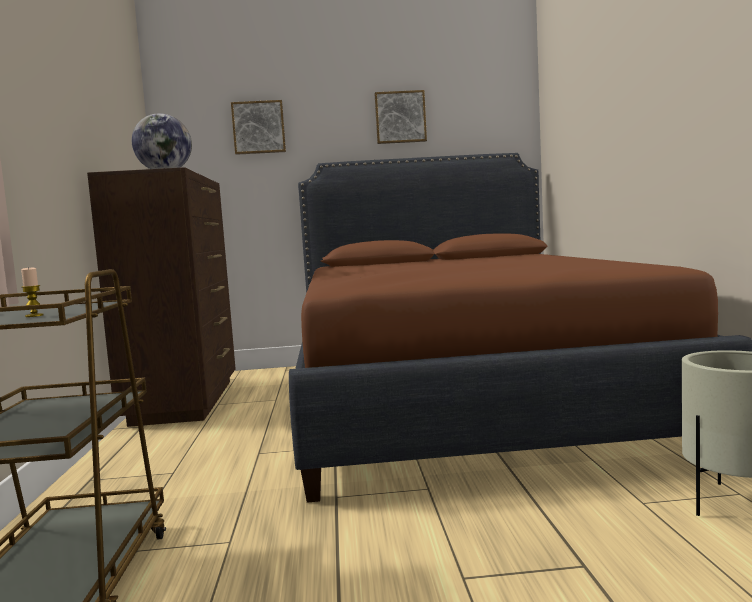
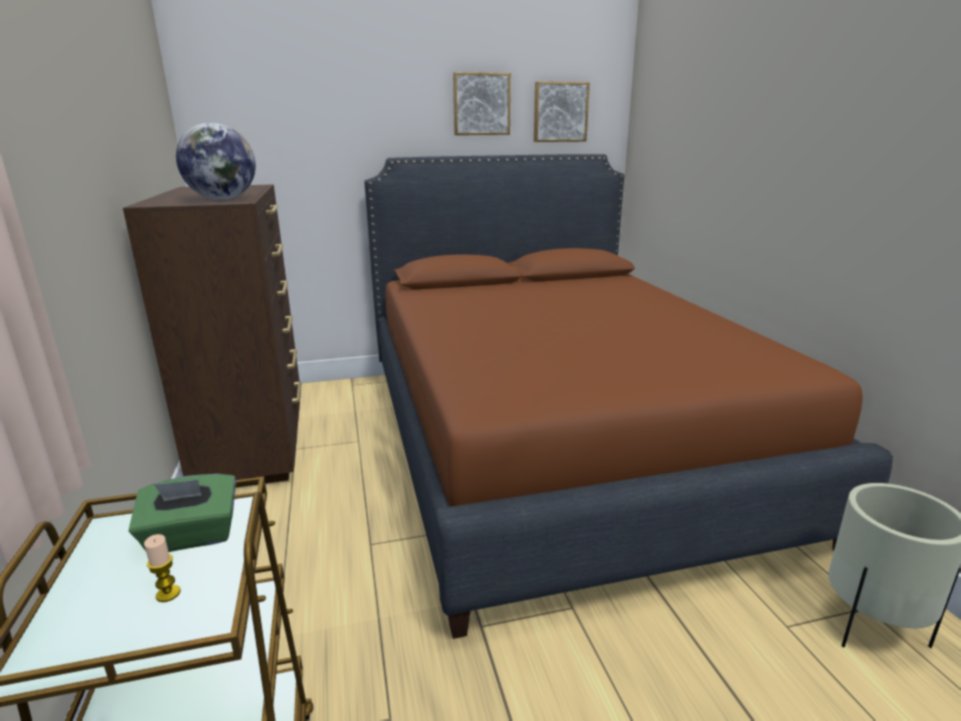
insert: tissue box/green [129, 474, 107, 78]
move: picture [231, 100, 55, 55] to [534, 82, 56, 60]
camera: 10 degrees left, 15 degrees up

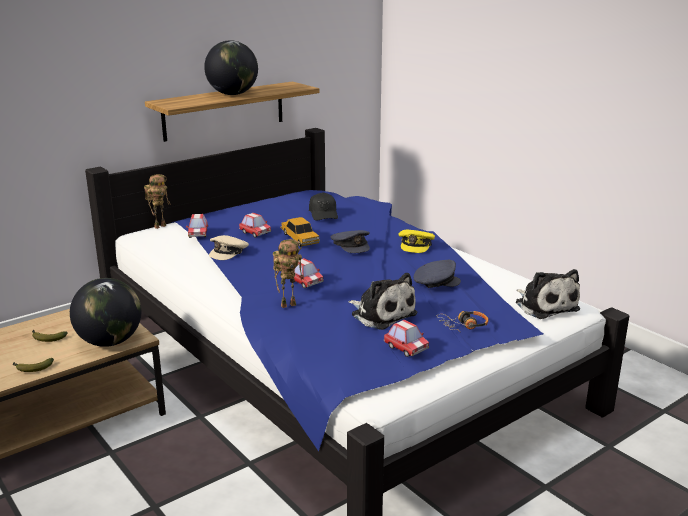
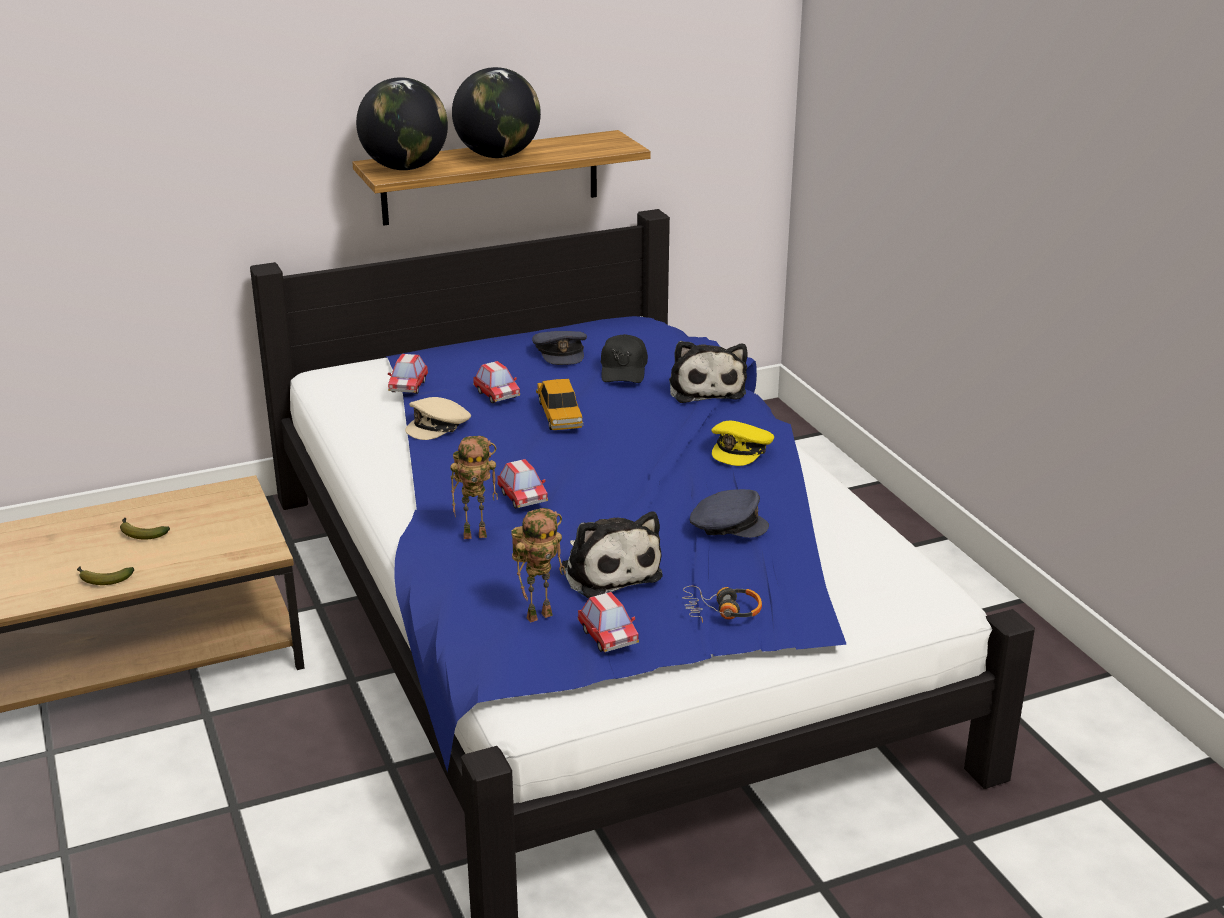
move: globe [70, 278, 71, 69] to [356, 77, 92, 93]; toy robot [144, 174, 26, 55] to [511, 508, 55, 115]; cap/grey [331, 230, 39, 23] to [532, 331, 55, 34]; plush toy [516, 269, 64, 50] to [669, 341, 79, 62]
camera: 15 degrees right, 5 degrees up

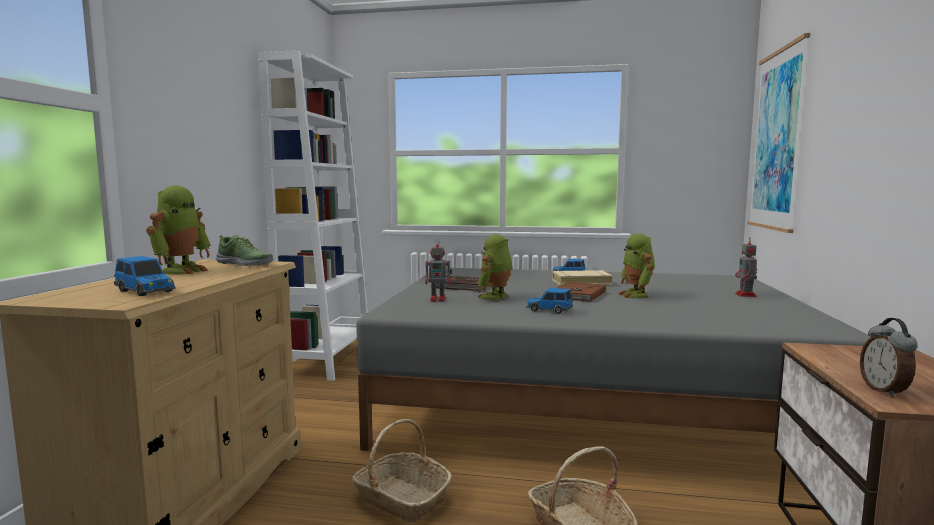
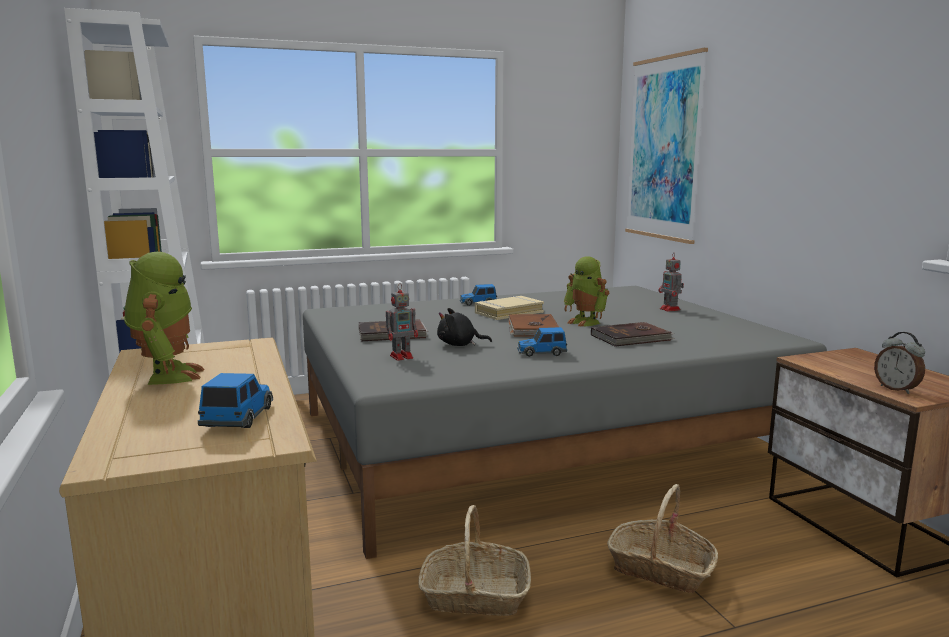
delete: shoe [216, 235, 57, 31]
insert: book/brown [591, 322, 84, 25]
replace: toy robot [477, 234, 36, 67] to plush toy/black [437, 308, 55, 38]
rotate: toy car [114, 256, 62, 40] = [198, 373, 75, 55] 90 degrees counterclockwise
camera: 30 degrees left, 5 degrees up

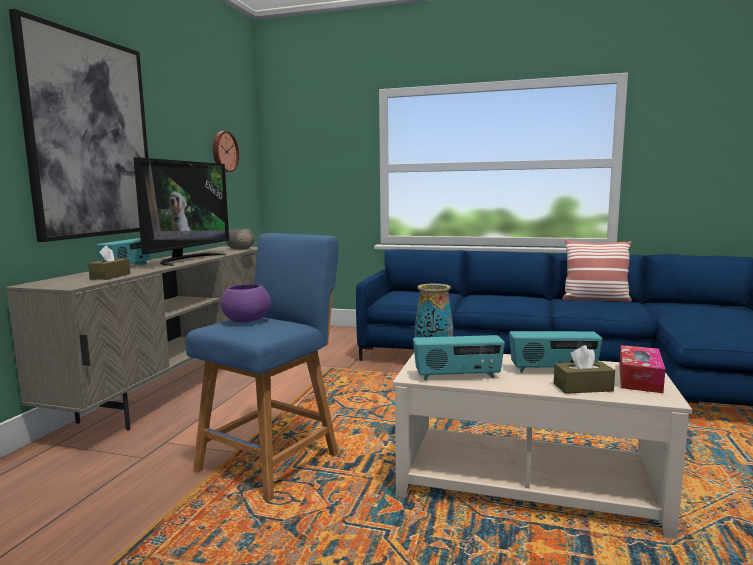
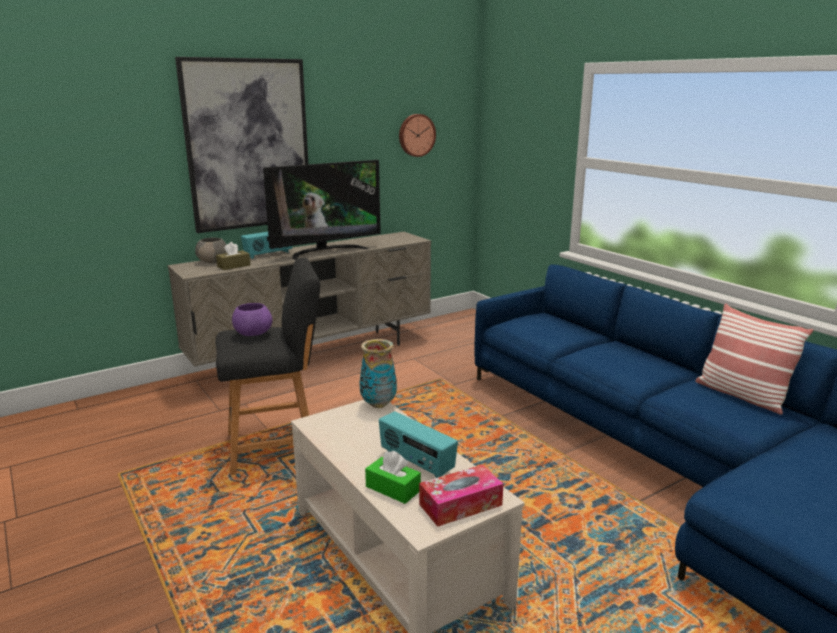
delete: radio [413, 335, 92, 45]
move: bowl/grey [226, 229, 28, 21] to [195, 238, 32, 25]
recolor: stool/blue [186, 233, 153, 269] to stool/black [216, 258, 104, 217]; tissue box/brown [554, 345, 61, 49] to tissue box/green [365, 451, 56, 53]
camera: 40 degrees right, 10 degrees up

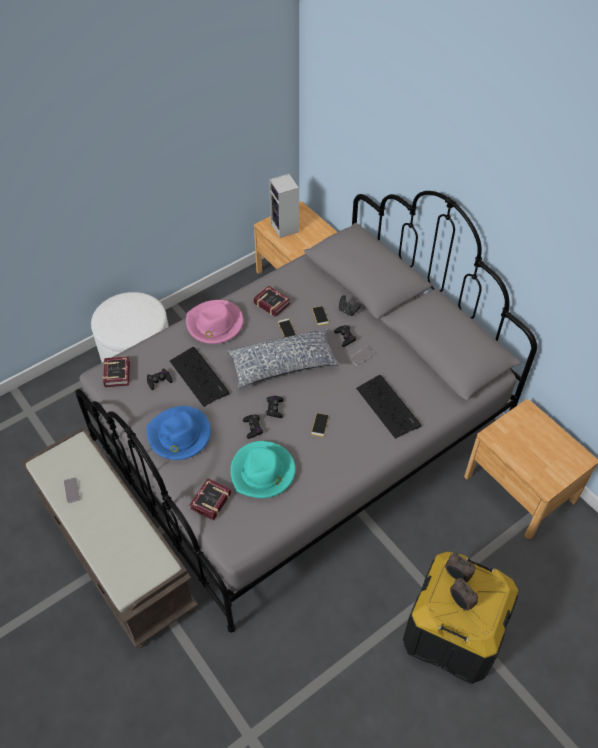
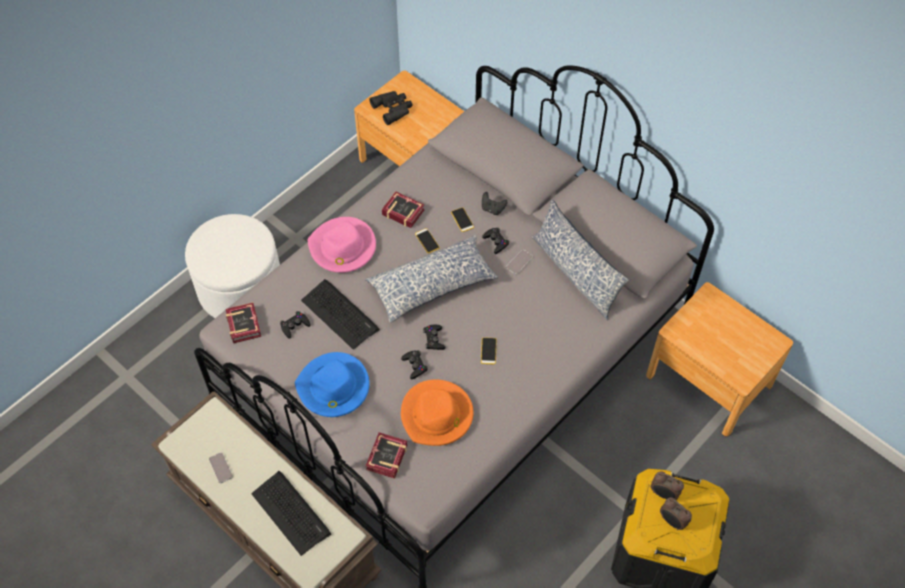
insert: pillow [532, 199, 97, 121]
move: keyboard [356, 375, 66, 64] to [251, 471, 80, 85]
replace: speaker [269, 174, 30, 64] to binoculars/black [370, 91, 43, 34]
recolor: hat/turquoise [230, 441, 66, 57] to hat/orange [401, 380, 73, 66]
camera: 10 degrees left, 5 degrees up

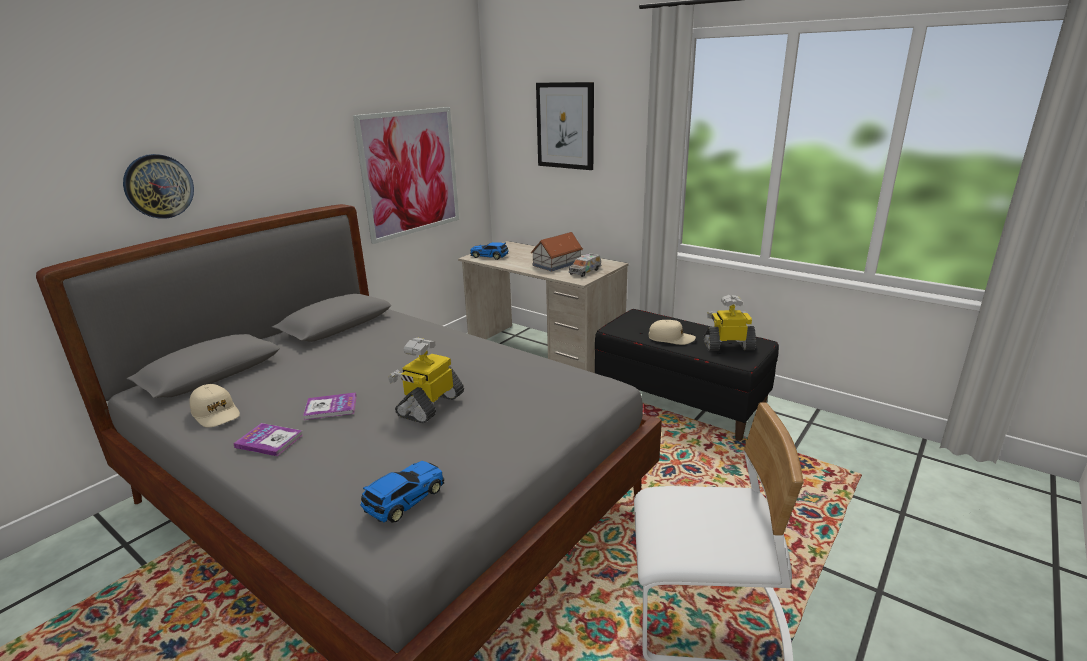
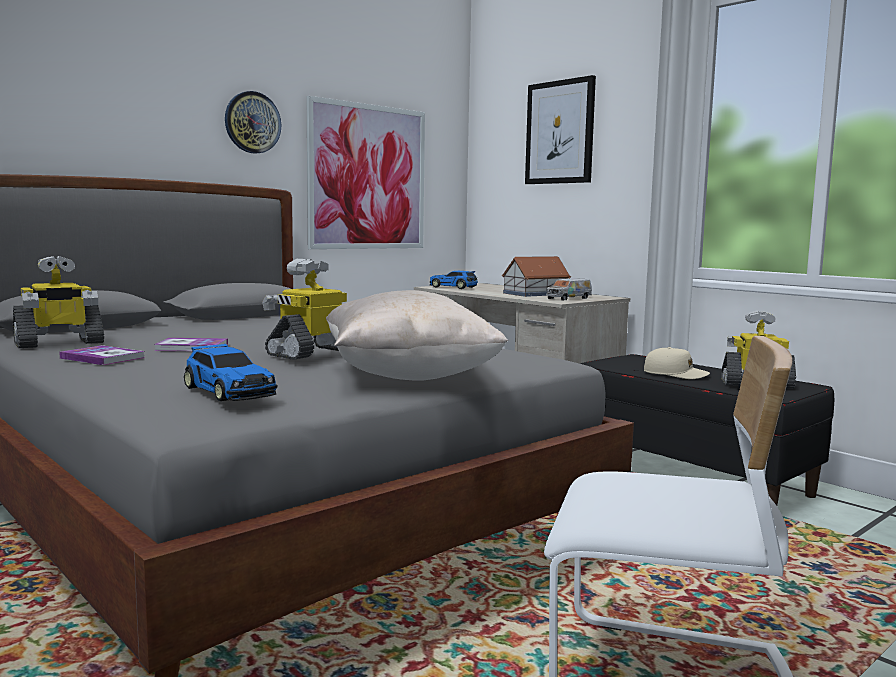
insert: pillow/beige [326, 290, 182, 90]
move: wall clock [123, 154, 71, 65] to [225, 91, 56, 63]
replace: cap/beige [189, 384, 51, 43] to toy robot [13, 256, 91, 92]
rotate: toy car [360, 461, 84, 62] = [184, 344, 93, 57] 90 degrees clockwise
camera: 10 degrees right, 15 degrees down

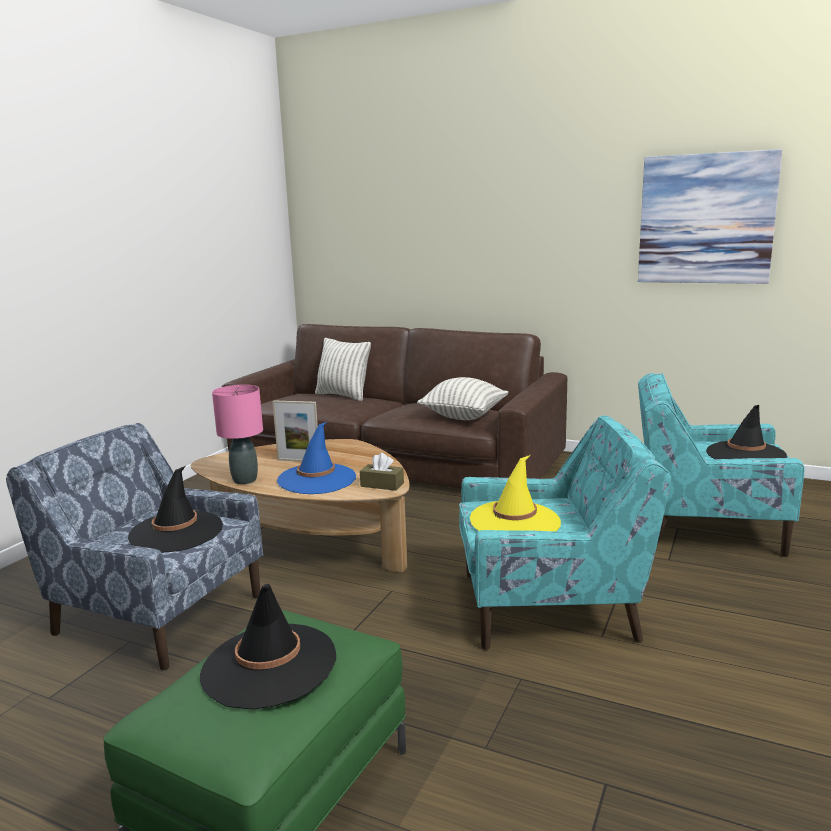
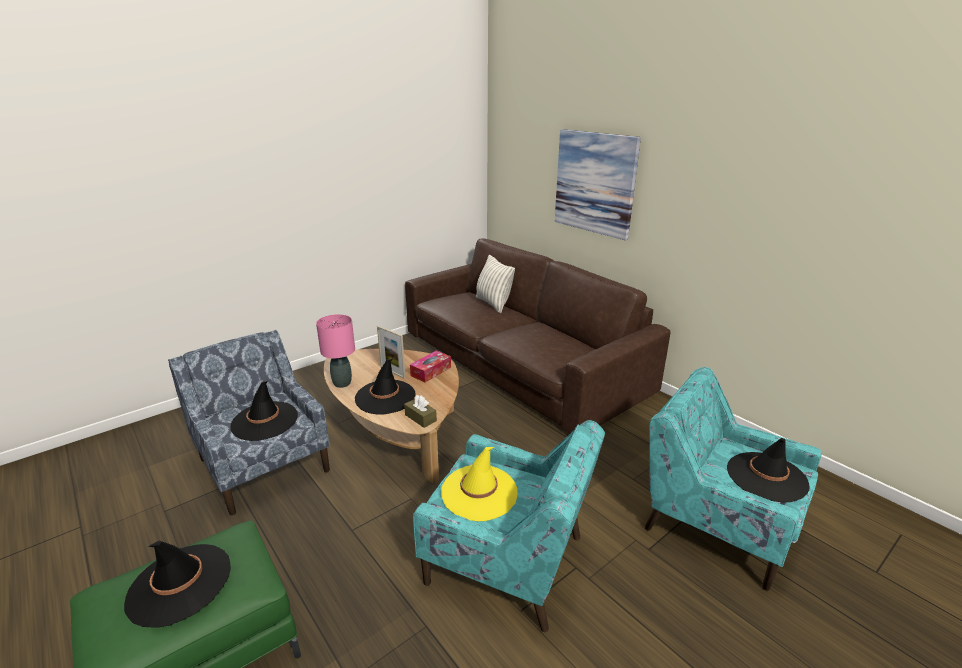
delete: pillow [417, 377, 91, 43]
insert: tissue box [410, 350, 41, 32]
move: picture [638, 149, 144, 135] to [555, 129, 86, 112]
recolor: hat/blue [277, 422, 79, 72] to hat/black [355, 359, 61, 56]
camera: 25 degrees right, 10 degrees up

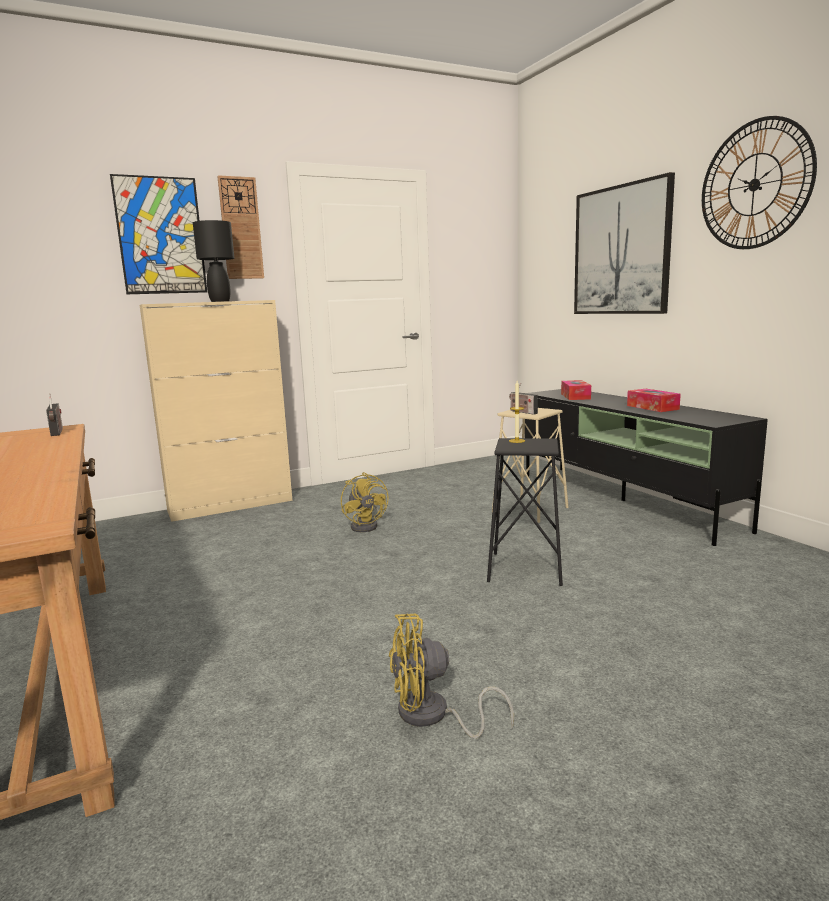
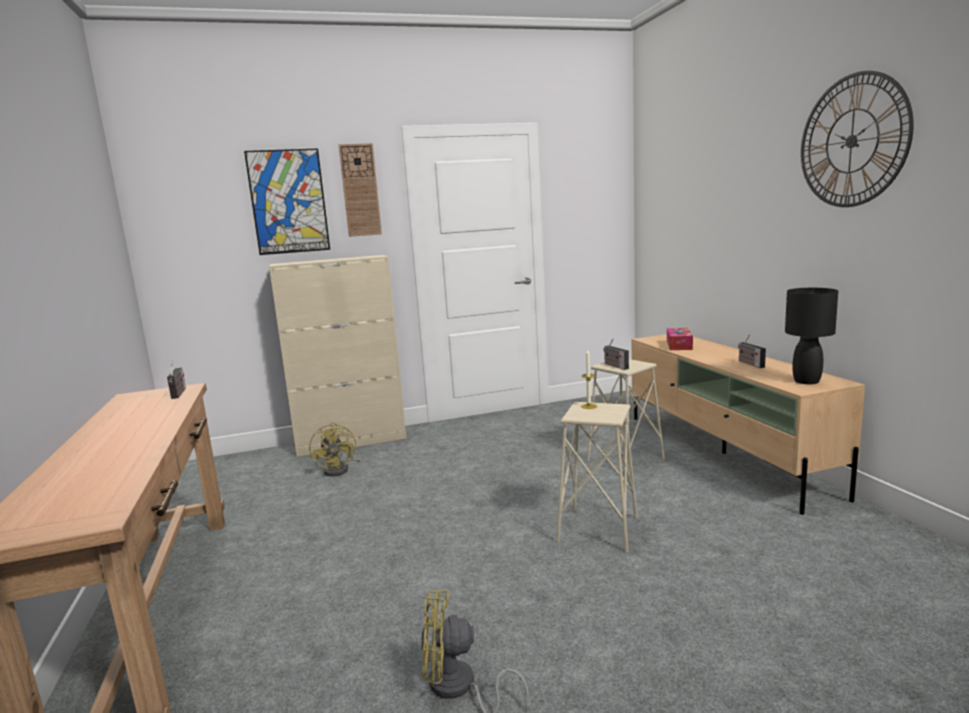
delete: picture [574, 172, 101, 142]
move: table lamp/black [193, 220, 41, 82] to [785, 288, 53, 96]; fan/yellow [341, 472, 48, 60] to [309, 422, 52, 54]
replace: tissue box [627, 389, 54, 23] to radio [738, 334, 28, 34]
recolor: stool/black [487, 438, 76, 148] to stool/beige [556, 402, 82, 150]; tv stand/black [525, 389, 243, 157] to tv stand/beige [631, 334, 234, 181]
camera: 10 degrees right, 0 degrees up

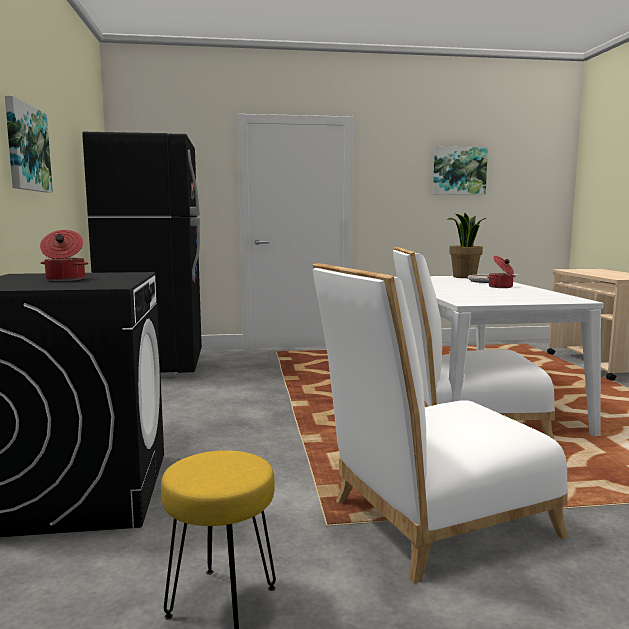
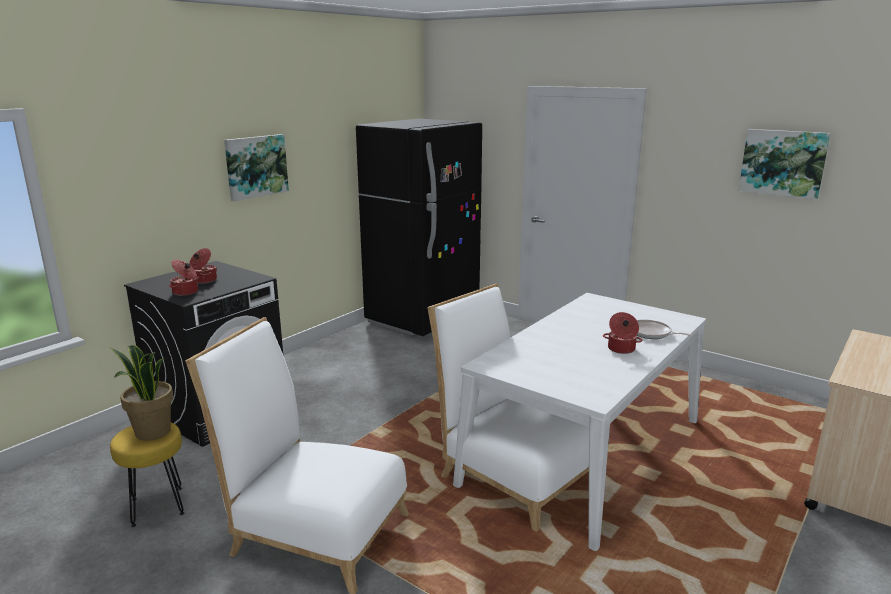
insert: cooking pot [169, 260, 30, 36]
move: potted plant [447, 212, 39, 66] to [109, 345, 64, 96]
camera: 45 degrees right, 10 degrees up

